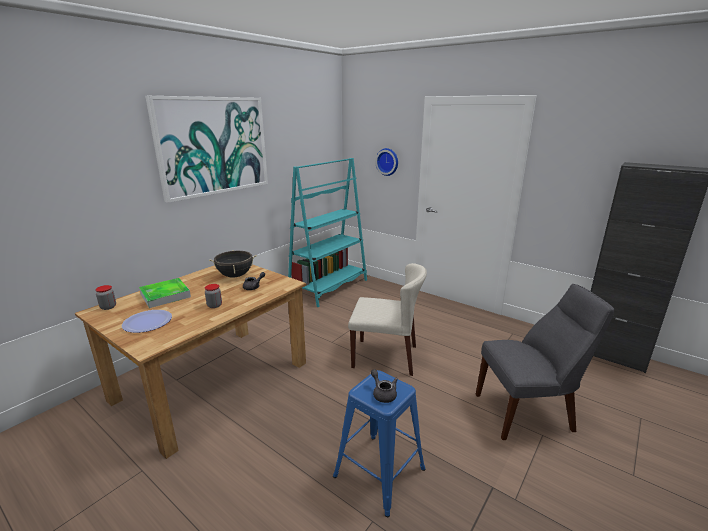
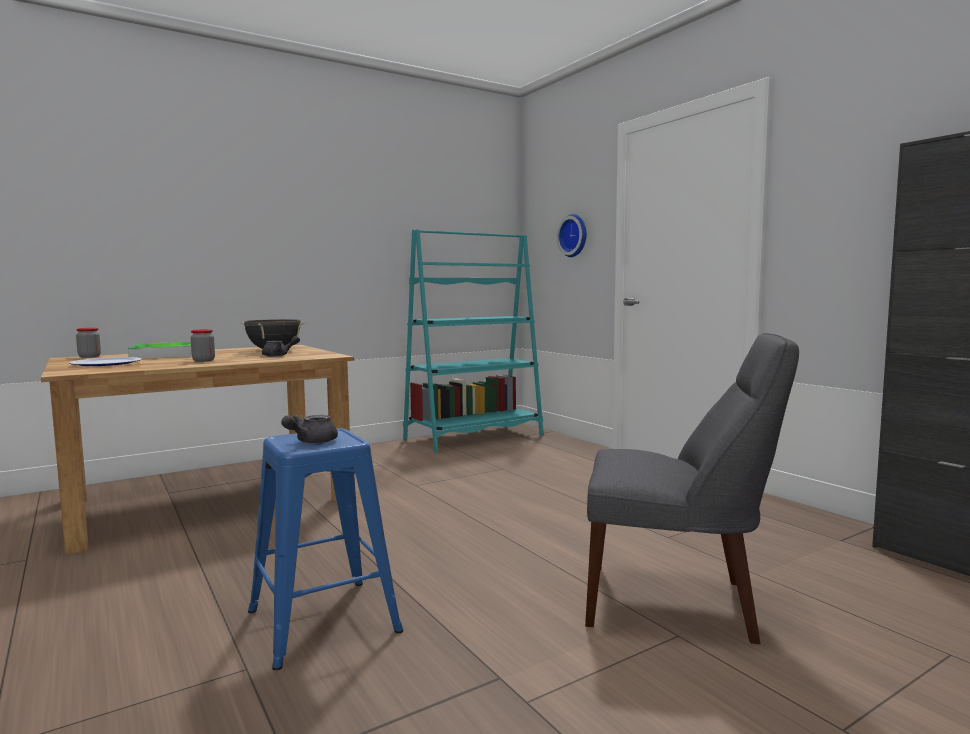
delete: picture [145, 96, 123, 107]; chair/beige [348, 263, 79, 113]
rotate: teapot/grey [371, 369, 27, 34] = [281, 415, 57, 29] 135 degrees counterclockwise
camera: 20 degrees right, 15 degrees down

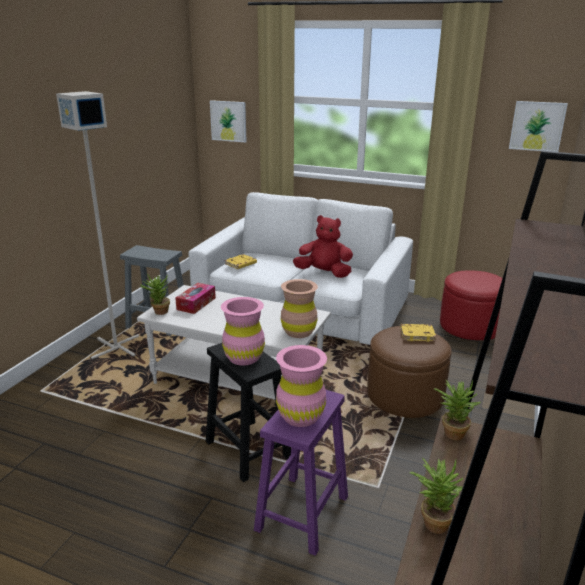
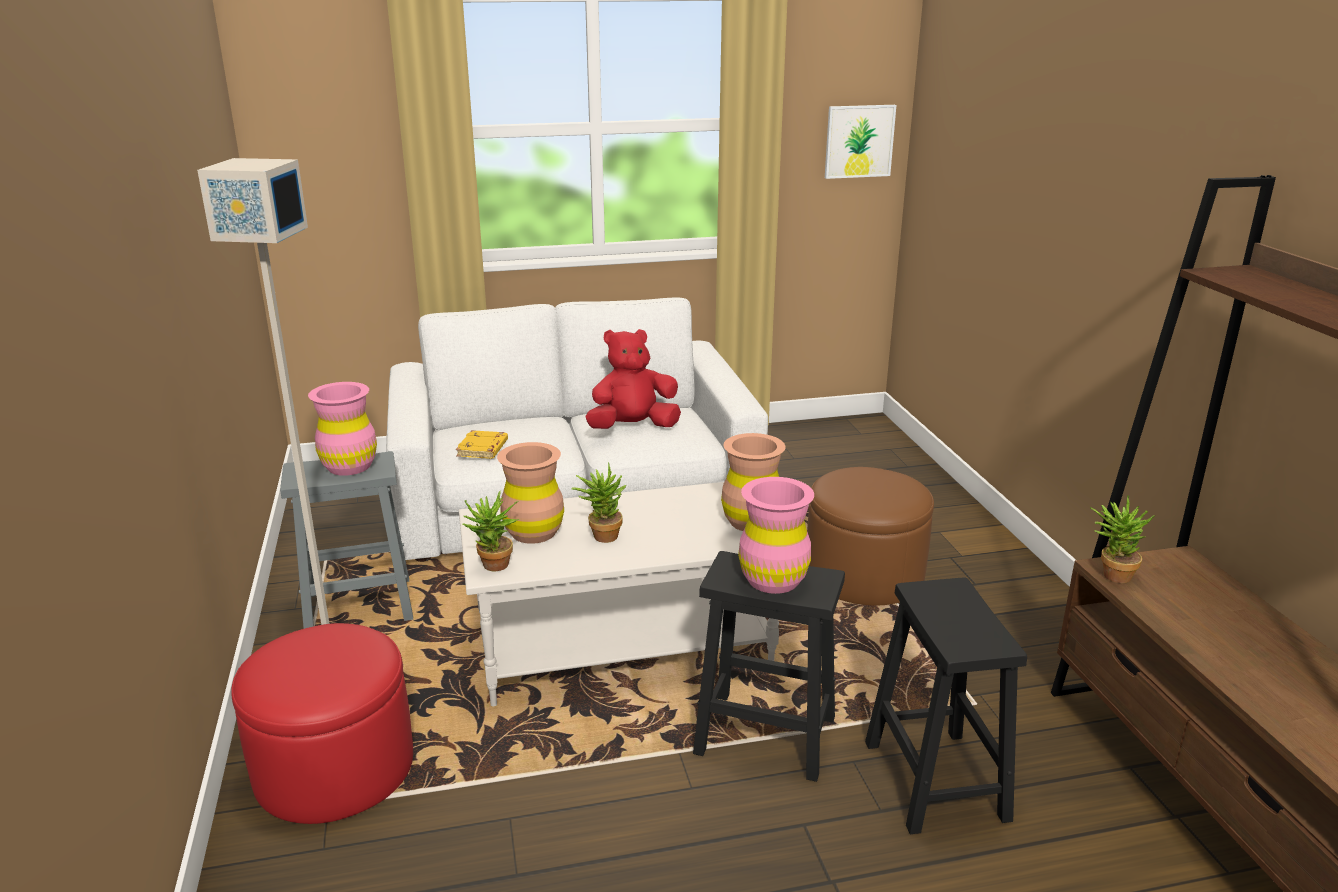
delete: picture [210, 100, 37, 43]; book/yellow [400, 324, 36, 18]
move: vase/pink [276, 345, 51, 82] to [308, 382, 69, 94]; potted plant [409, 457, 54, 77] to [571, 462, 55, 81]; ottoman/red [440, 270, 62, 70] to [231, 623, 182, 201]
replace: tissue box [175, 283, 41, 31] to vase/brown [497, 442, 67, 102]
recolor: stool/purple [254, 390, 94, 166] to stool/black [865, 578, 162, 256]
camera: 35 degrees left, 0 degrees up

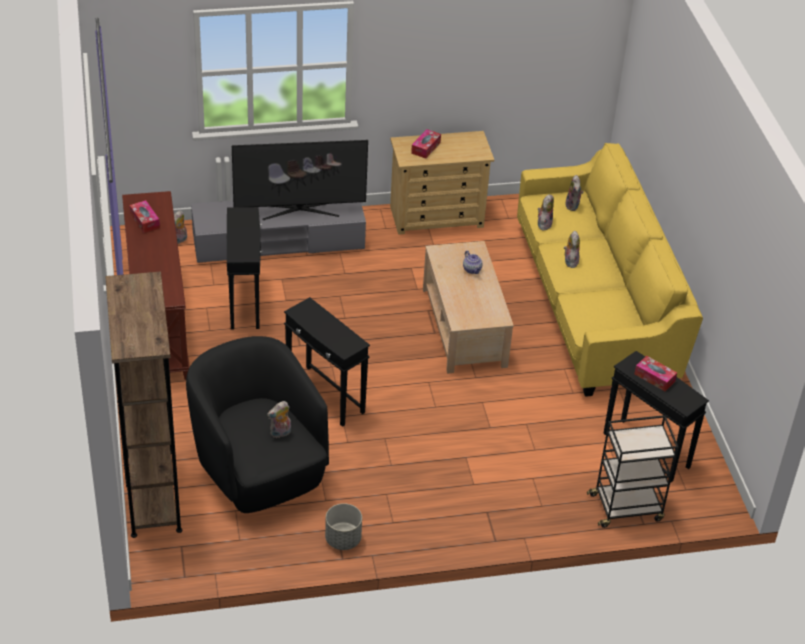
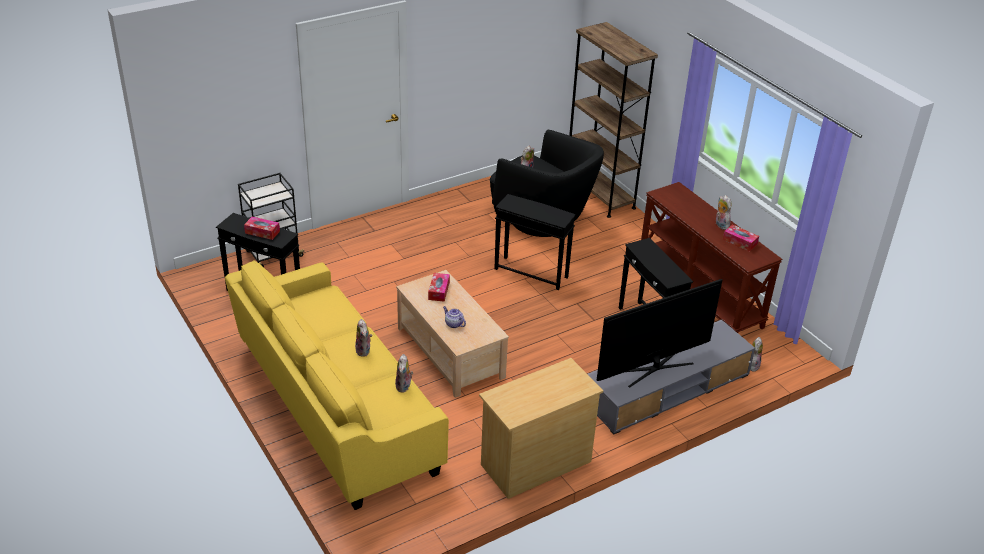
delete: planter/grey [325, 503, 37, 47]
move: tissue box [411, 129, 30, 30] to [428, 273, 22, 29]; plush toy [565, 175, 19, 36] to [716, 195, 15, 35]
camera: 160 degrees right, 5 degrees down

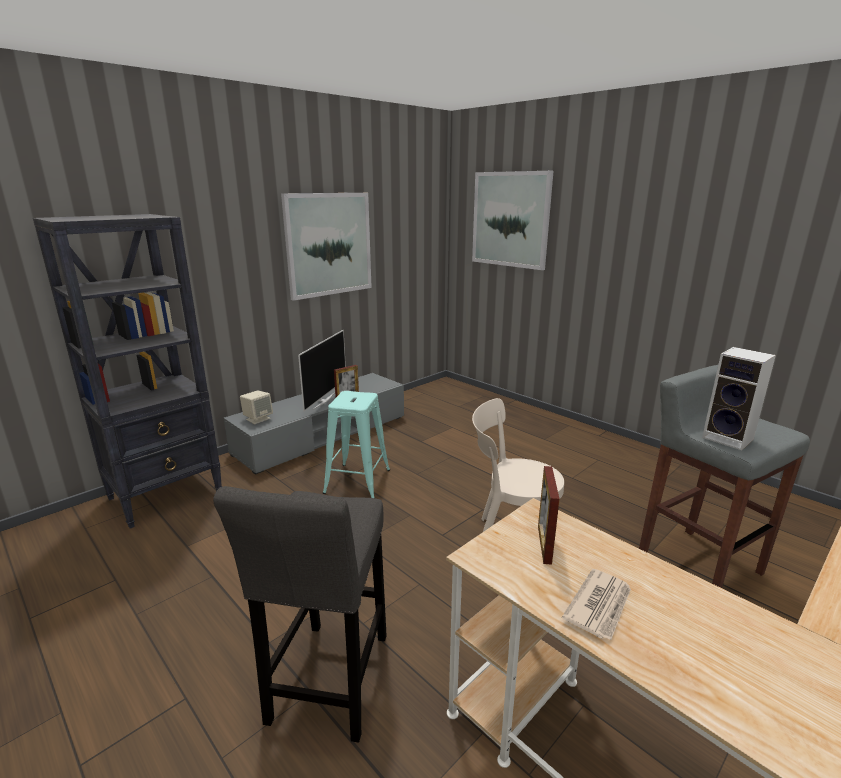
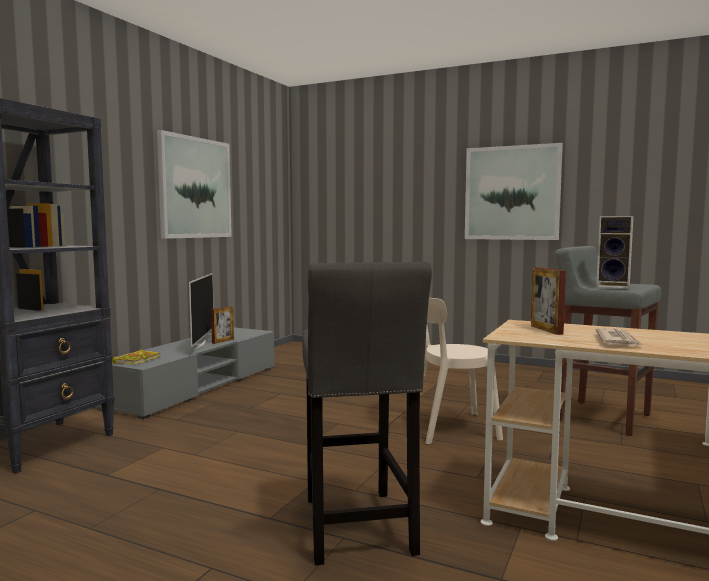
delete: stool/turquoise [323, 391, 67, 107]
move: picture [472, 171, 81, 99] to [465, 143, 98, 97]
replace: speaker/beige [240, 390, 33, 34] to book [112, 349, 48, 16]
camera: 20 degrees left, 15 degrees down

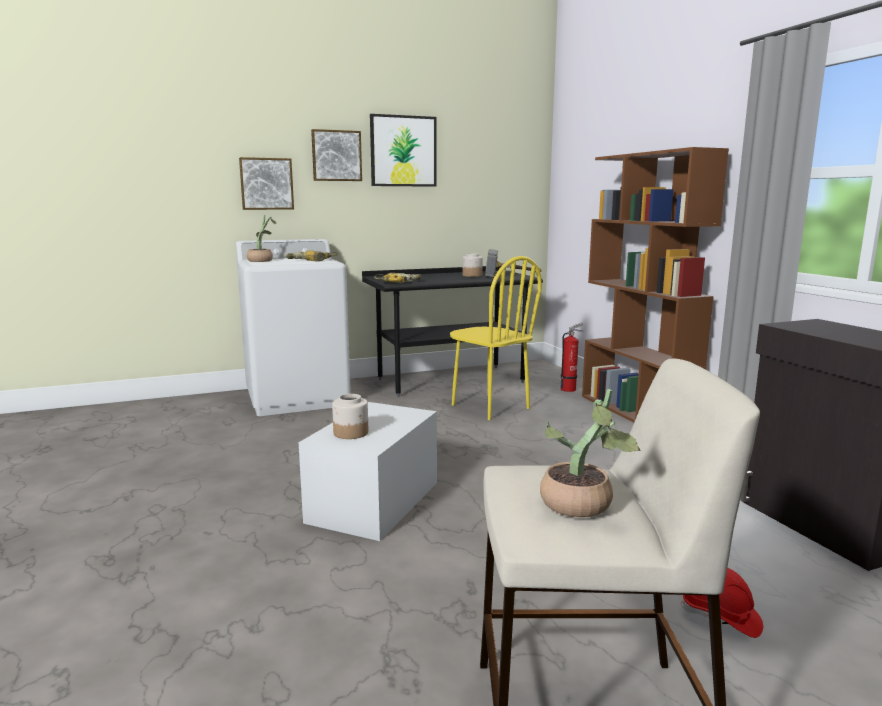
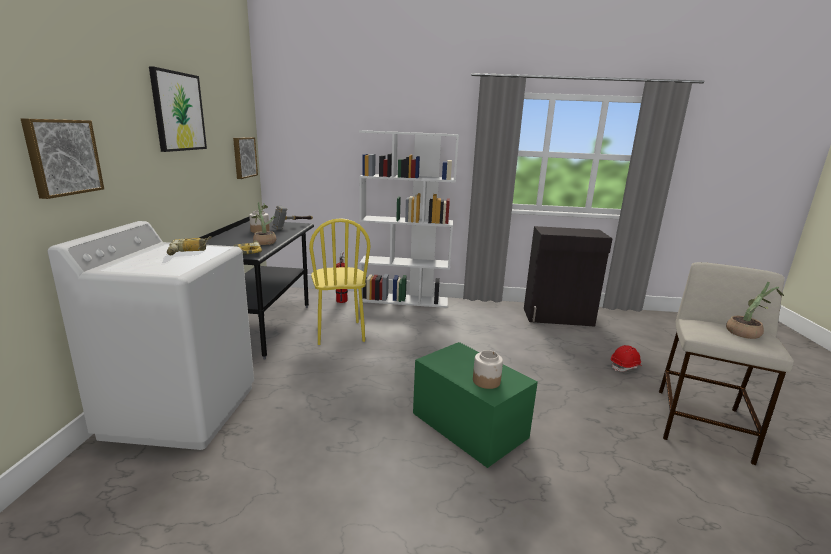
move: potted plant [247, 215, 29, 47] to [251, 202, 25, 43]; picture [311, 129, 51, 52] to [233, 137, 25, 42]
recolor: storage box/white [299, 402, 138, 139] to storage box/green [413, 342, 125, 126]; bookcase/brown [582, 147, 147, 275] to bookcase/white [359, 131, 100, 177]
rotate: chair/yellow [450, 256, 92, 164] = [309, 218, 62, 127] 90 degrees clockwise
camera: 65 degrees left, 5 degrees up

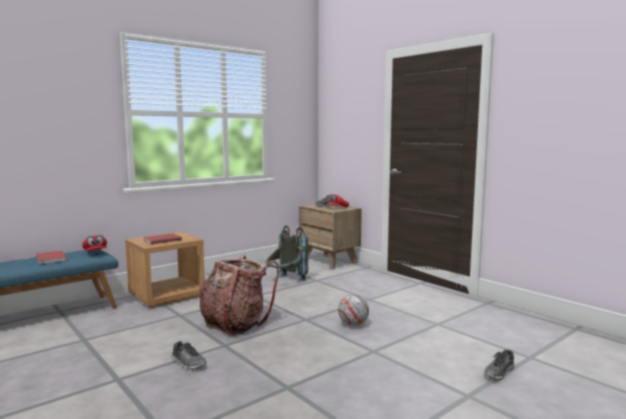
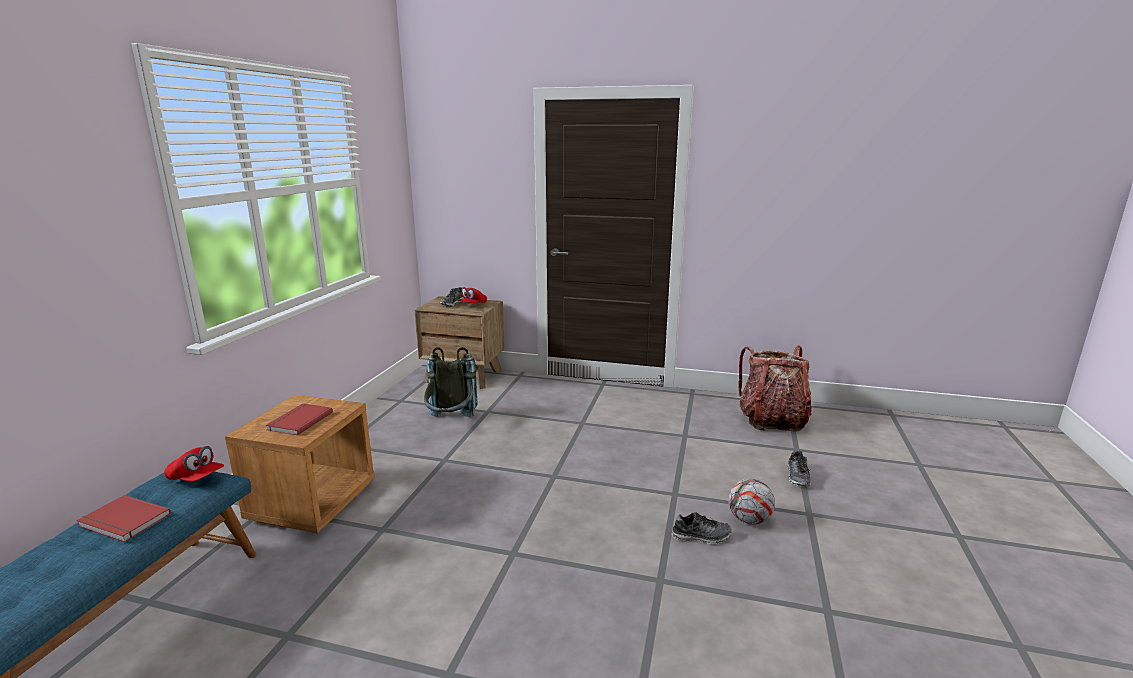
move: shoe [171, 341, 35, 29] to [672, 512, 60, 32]; backpack [199, 255, 80, 81] to [738, 345, 74, 87]; football [338, 295, 31, 31] to [728, 478, 47, 47]
camera: 35 degrees left, 10 degrees up

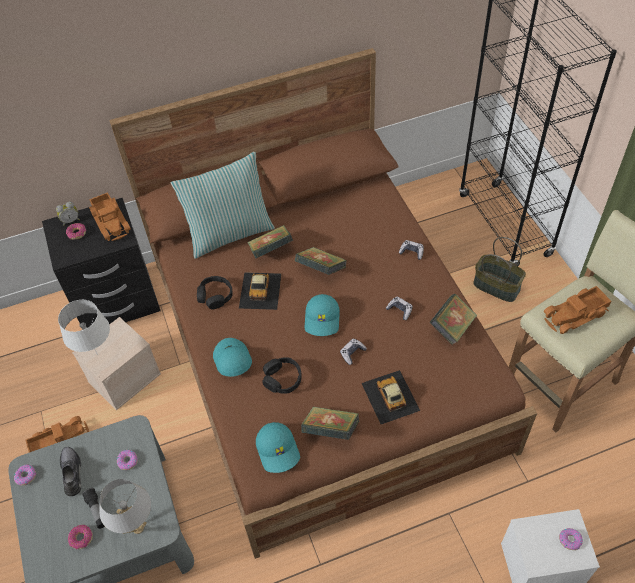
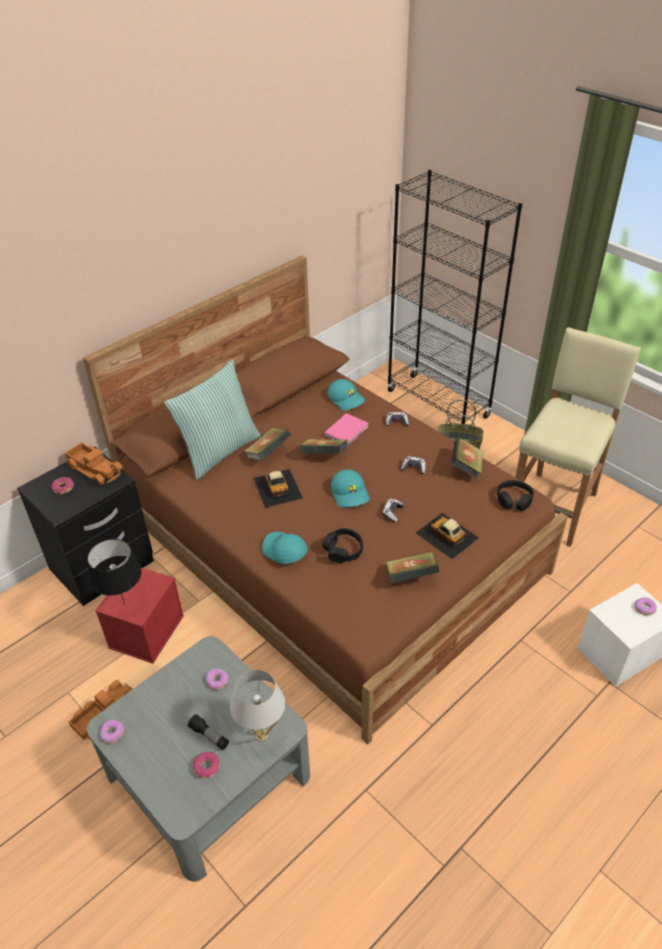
delete: alarm clock [56, 202, 24, 23]; shoe/grey [60, 447, 21, 49]; toy truck [544, 286, 67, 48]
insert: book/pink [325, 413, 44, 33]
move: headphones/black [197, 276, 36, 33] to [497, 480, 37, 31]; cap/turquoise [256, 422, 44, 51] to [328, 379, 37, 32]
recolor: table lamp/white [58, 300, 52, 55] to table lamp/black [87, 539, 54, 65]; storage box/beige [72, 317, 89, 93] to storage box/red [95, 568, 89, 96]
camera: 25 degrees left, 10 degrees down

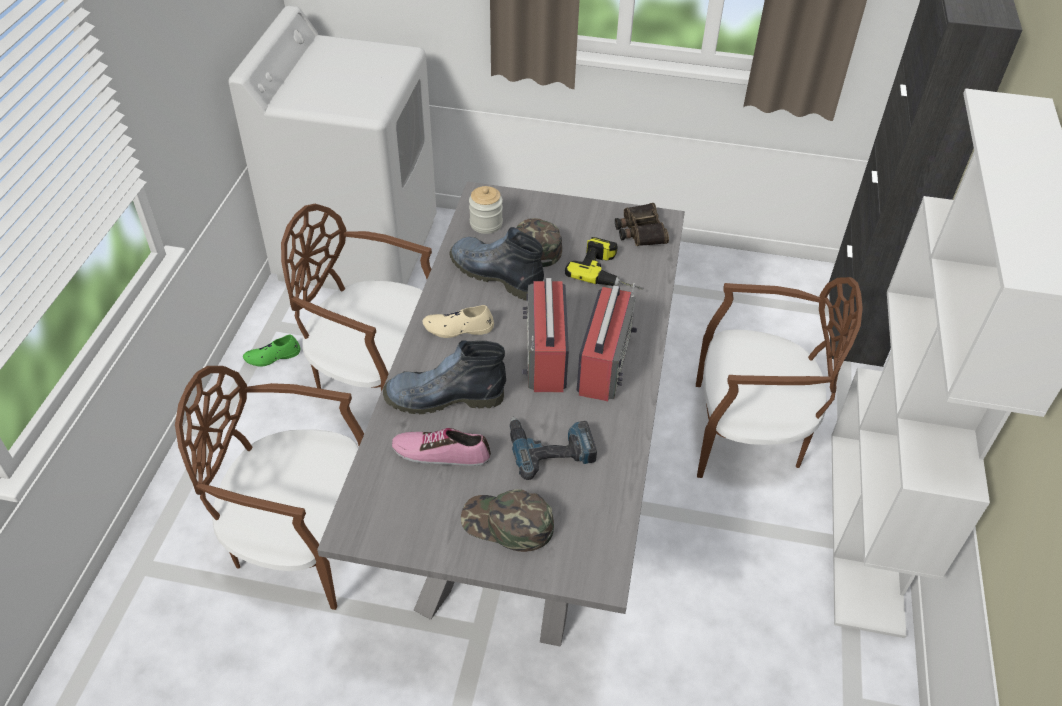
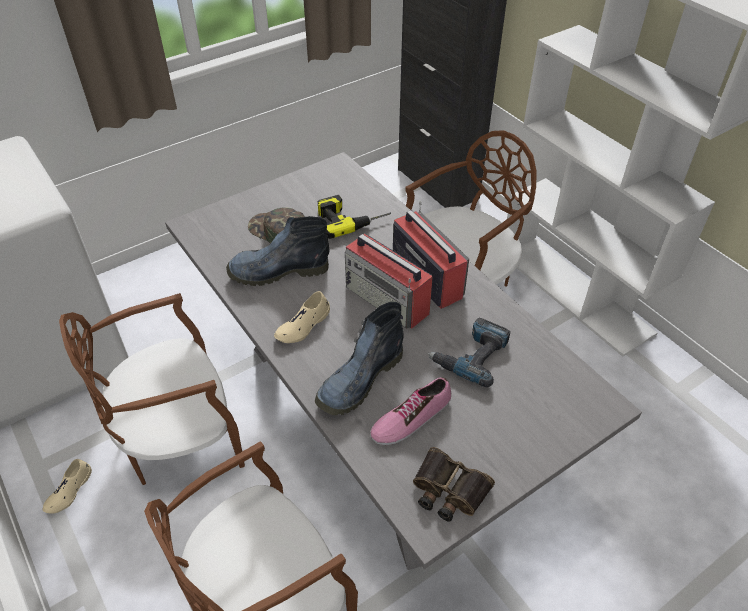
delete: cap/green [461, 489, 93, 63]; jar [469, 186, 34, 48]
move: binoculars [615, 203, 54, 43] to [413, 447, 82, 75]
recolor: shoe/green [243, 334, 57, 33] to shoe/beige [42, 459, 50, 55]
camera: 45 degrees left, 0 degrees up

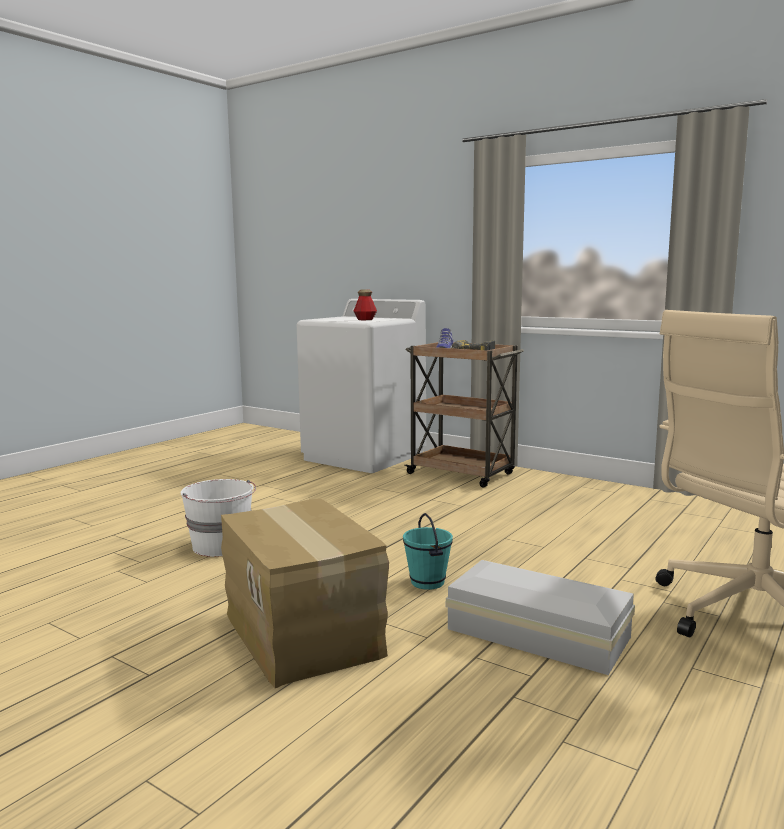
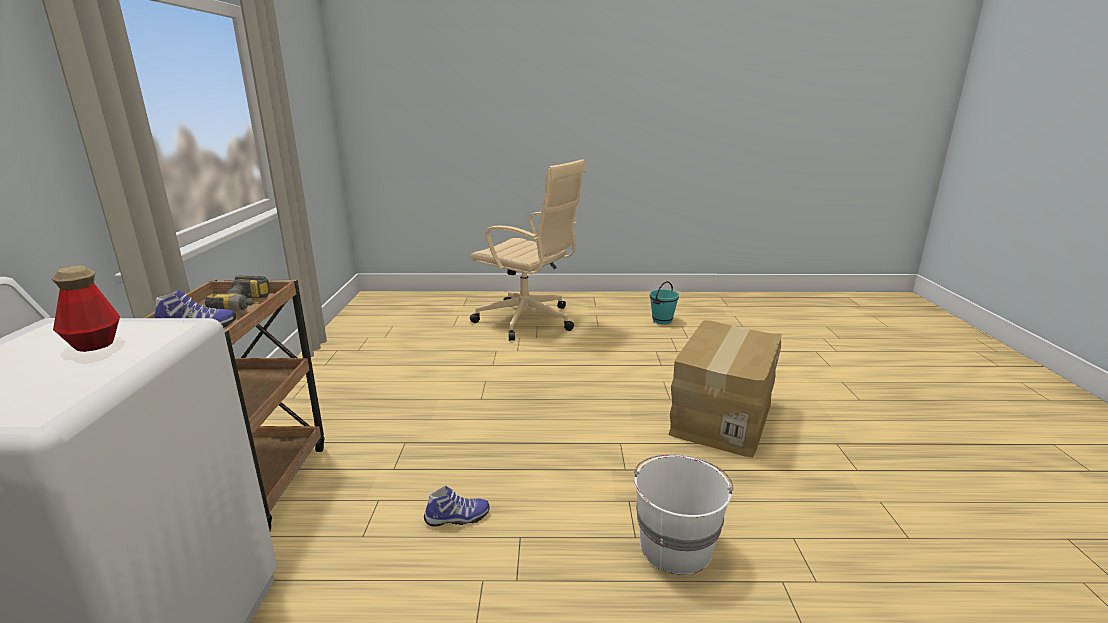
delete: storage box/white [446, 560, 189, 115]
insert: shoe [424, 486, 66, 41]
move: bucket/turquoise [403, 513, 50, 77] to [650, 281, 29, 43]
camera: 125 degrees left, 10 degrees up

